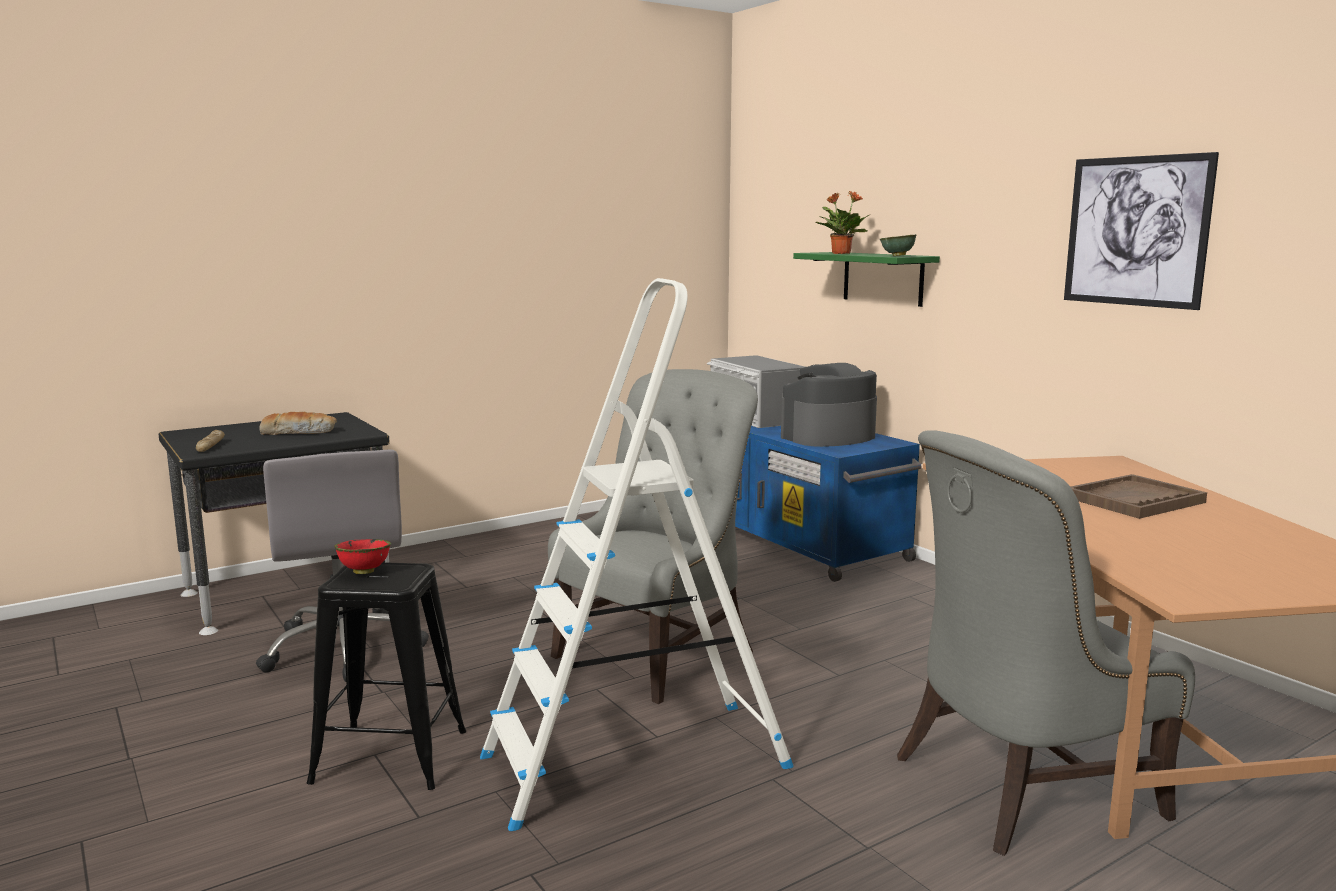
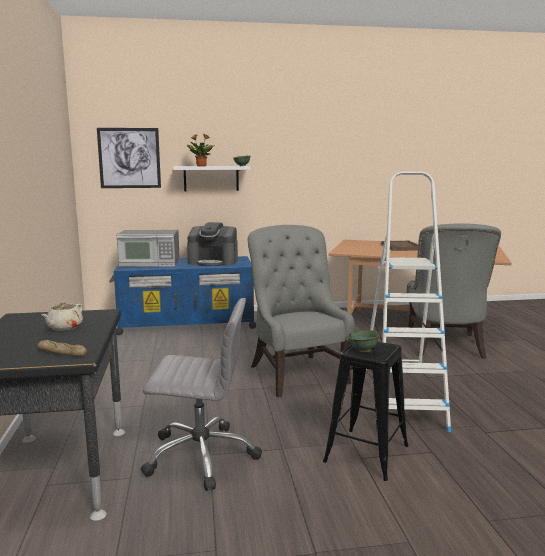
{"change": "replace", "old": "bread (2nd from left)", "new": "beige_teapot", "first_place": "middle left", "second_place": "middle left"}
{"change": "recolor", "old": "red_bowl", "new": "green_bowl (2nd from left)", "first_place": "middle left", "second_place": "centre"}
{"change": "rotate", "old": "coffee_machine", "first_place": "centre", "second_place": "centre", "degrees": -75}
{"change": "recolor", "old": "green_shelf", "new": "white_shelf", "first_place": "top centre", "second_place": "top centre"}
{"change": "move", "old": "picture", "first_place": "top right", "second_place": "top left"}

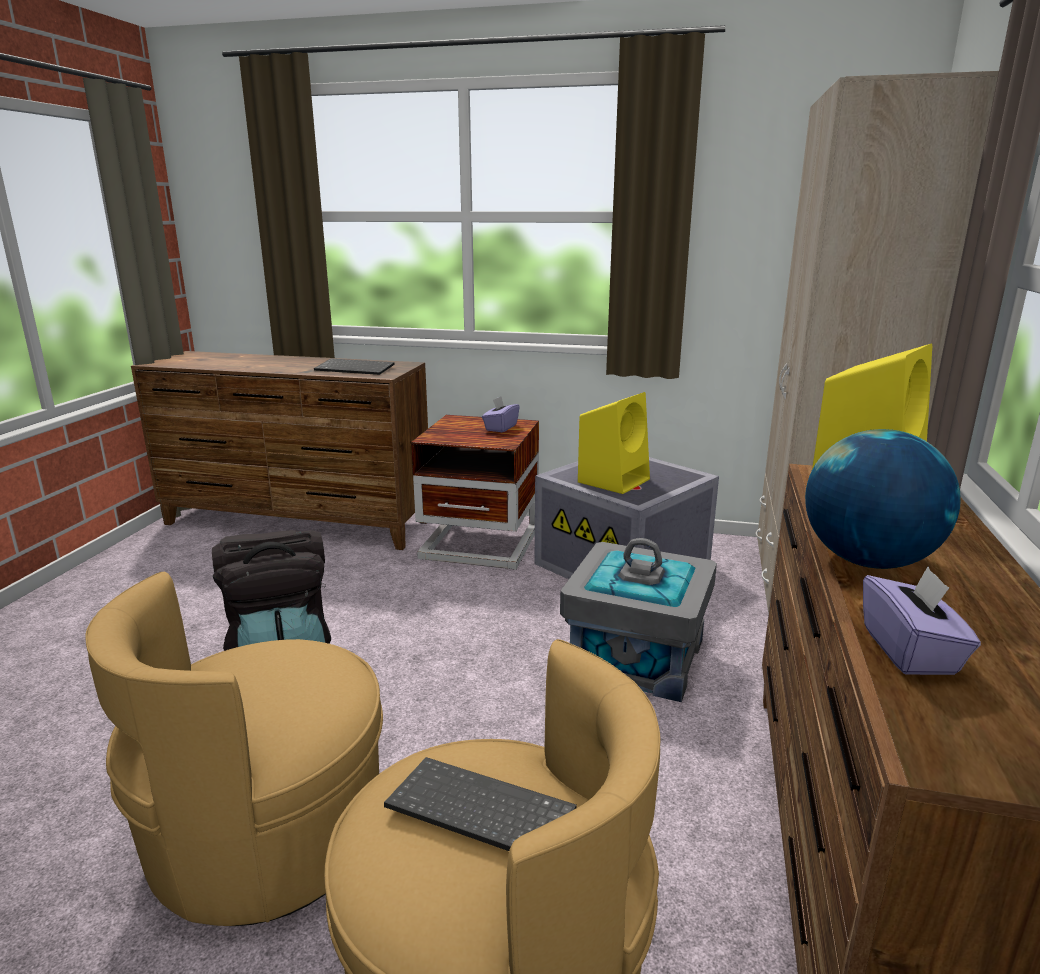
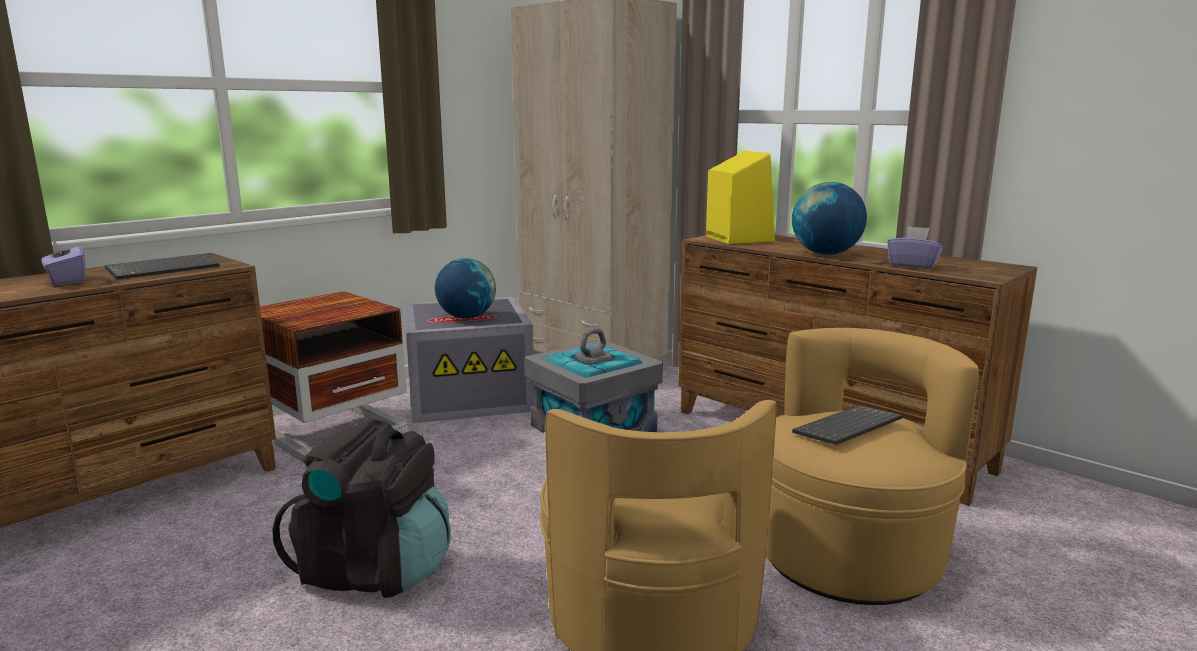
{"change": "move", "old": "purple_tissue_box (1st from left)", "first_place": "centre", "second_place": "middle left"}
{"change": "replace", "old": "yellow_speaker (1st from left)", "new": "globe (1st from left)", "first_place": "centre", "second_place": "centre"}

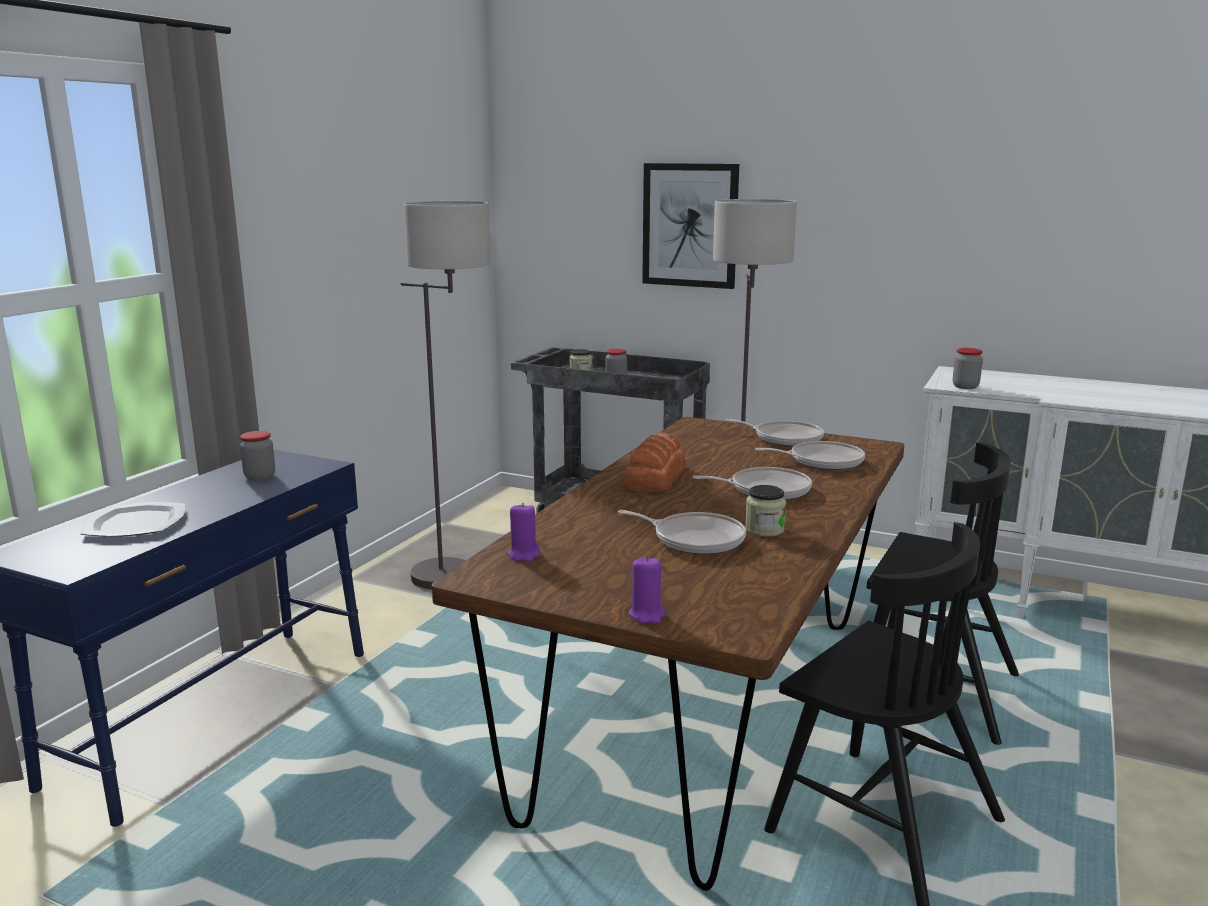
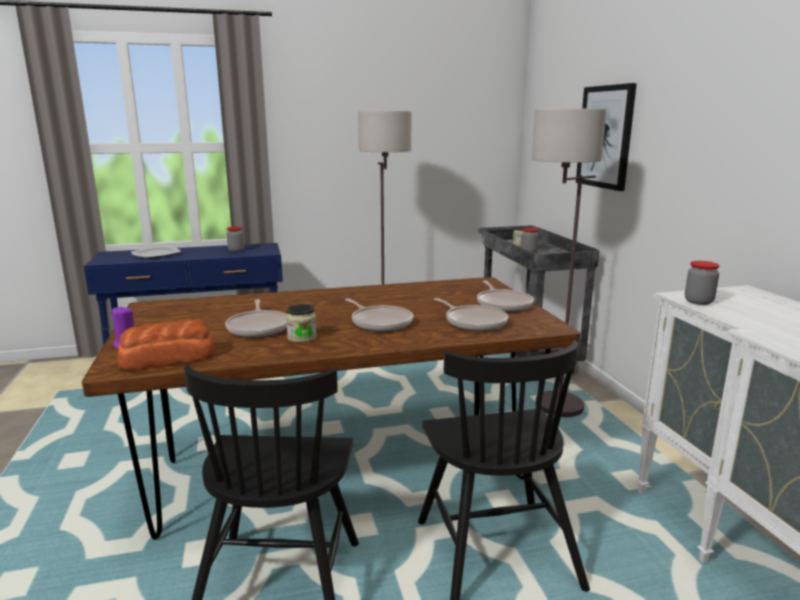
{"change": "delete", "old": "purple_candle (1st from left)", "first_place": "centre"}
{"change": "move", "old": "bread", "first_place": "centre", "second_place": "middle left"}

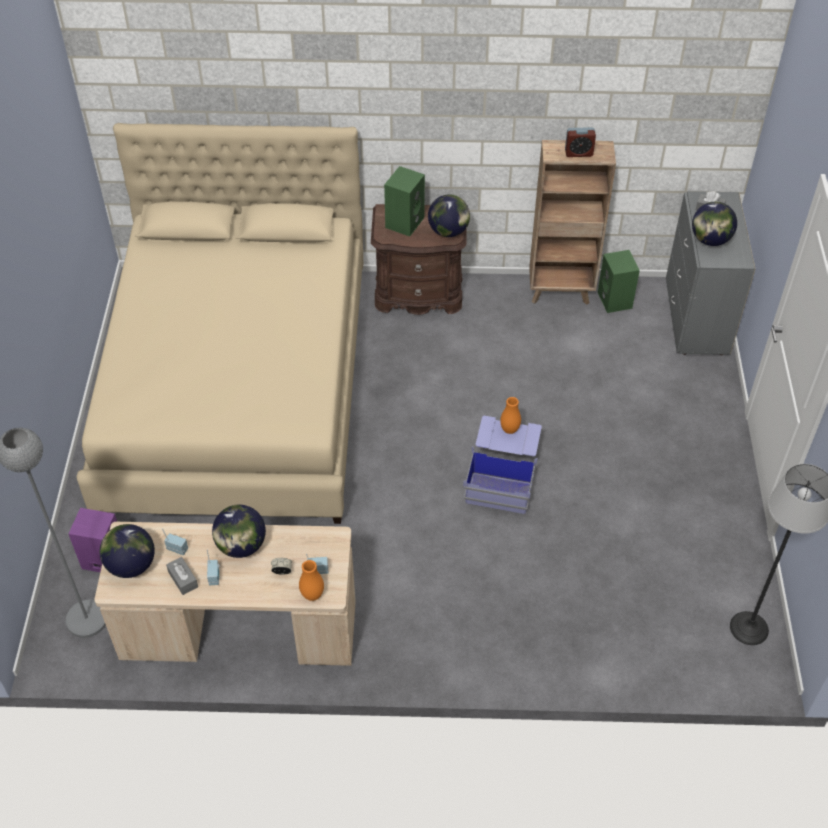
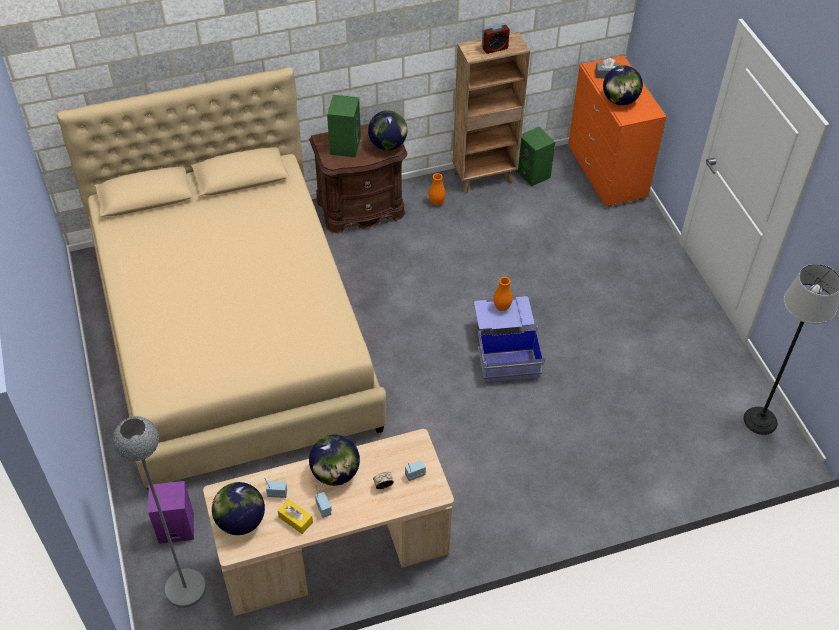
{"change": "recolor", "old": "grey_tissue_box (1st from left)", "new": "yellow_tissue_box", "first_place": "bottom left", "second_place": "bottom centre"}
{"change": "move", "old": "orange_vase (1st from left)", "first_place": "bottom centre", "second_place": "top centre"}
{"change": "recolor", "old": "grey_dresser", "new": "orange_dresser", "first_place": "top right", "second_place": "top right"}

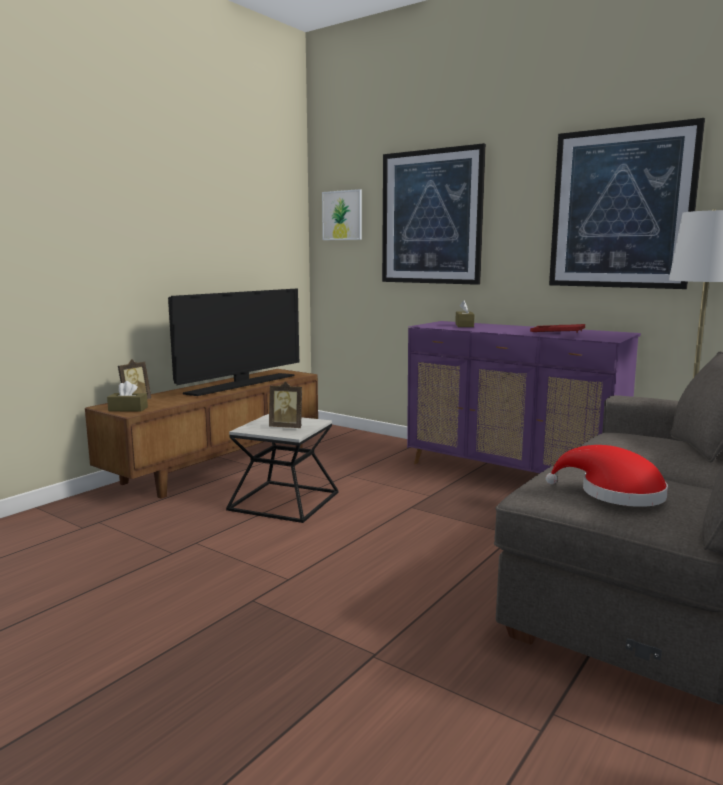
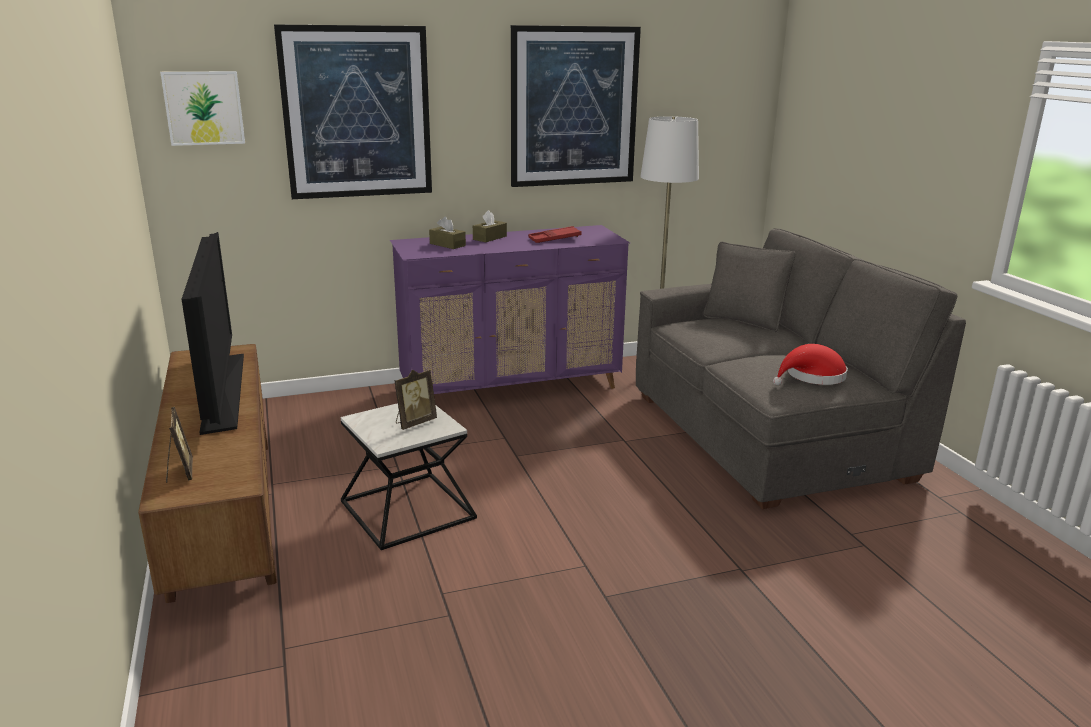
{"change": "move", "old": "brown_tissue_box (1st from left in the first image)", "new": "brown_tissue_box (2nd from left)", "first_place": "middle left", "second_place": "top centre"}

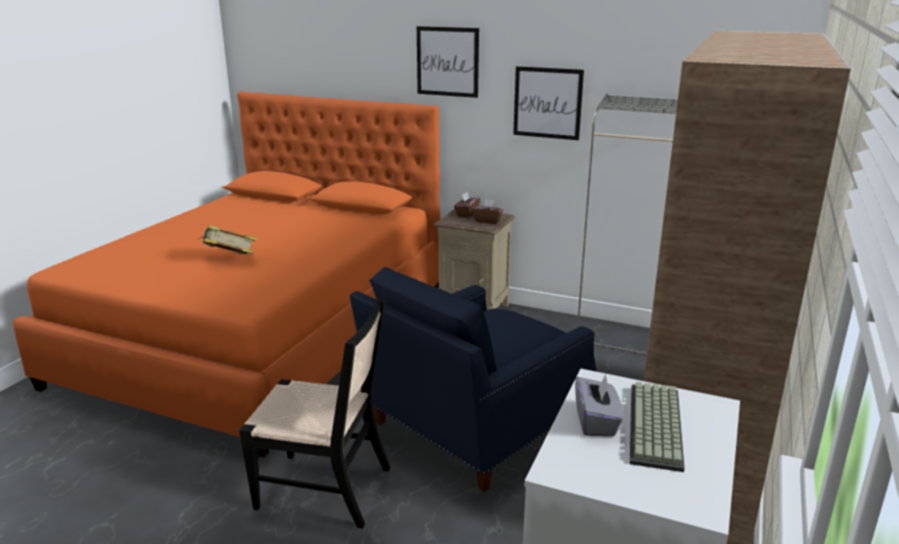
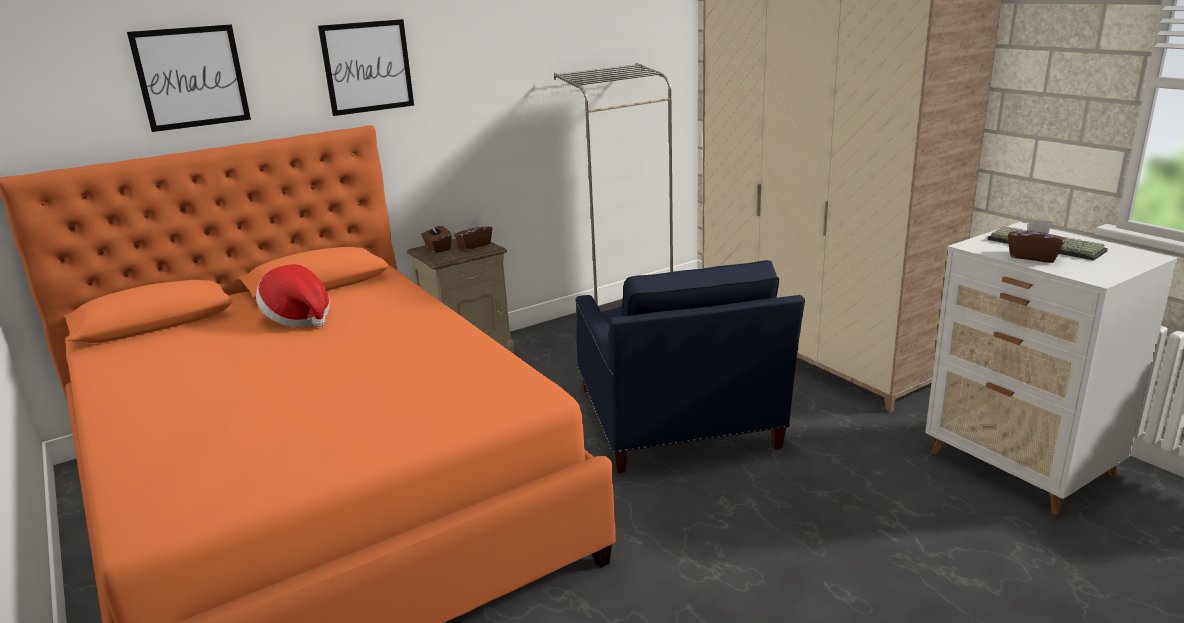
{"change": "delete", "old": "book", "first_place": "middle left"}
{"change": "delete", "old": "chair", "first_place": "bottom centre"}
{"change": "move", "old": "picture (2nd from left in the first image)", "new": "picture (1st from left)", "first_place": "top centre", "second_place": "top left"}
{"change": "recolor", "old": "grey_tissue_box", "new": "brown_tissue_box (3rd from left)", "first_place": "bottom centre", "second_place": "middle right"}
{"change": "insert", "new": "hat", "second_place": "middle left"}

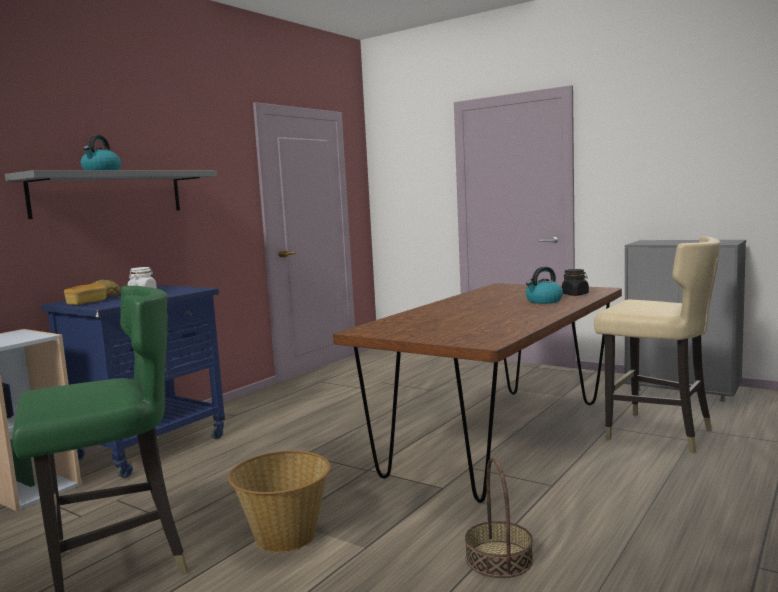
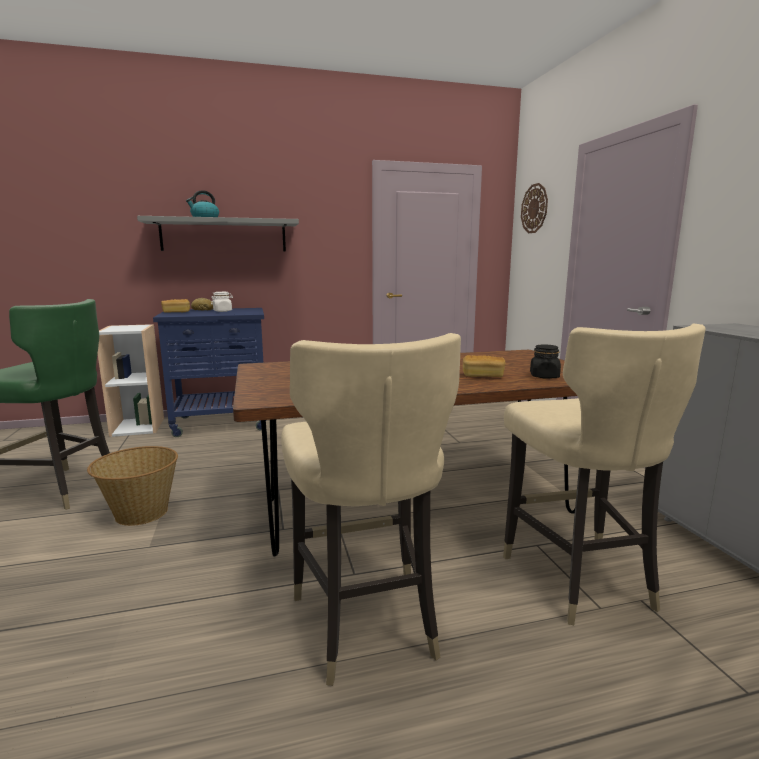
{"change": "delete", "old": "basket (2nd from left)", "first_place": "bottom centre"}
{"change": "replace", "old": "kettle (2nd from left)", "new": "bread (3rd from left)", "first_place": "middle right", "second_place": "centre"}
{"change": "insert", "new": "beige_chair (1st from left)", "second_place": "bottom centre"}
{"change": "insert", "new": "wall_clock", "second_place": "top right"}

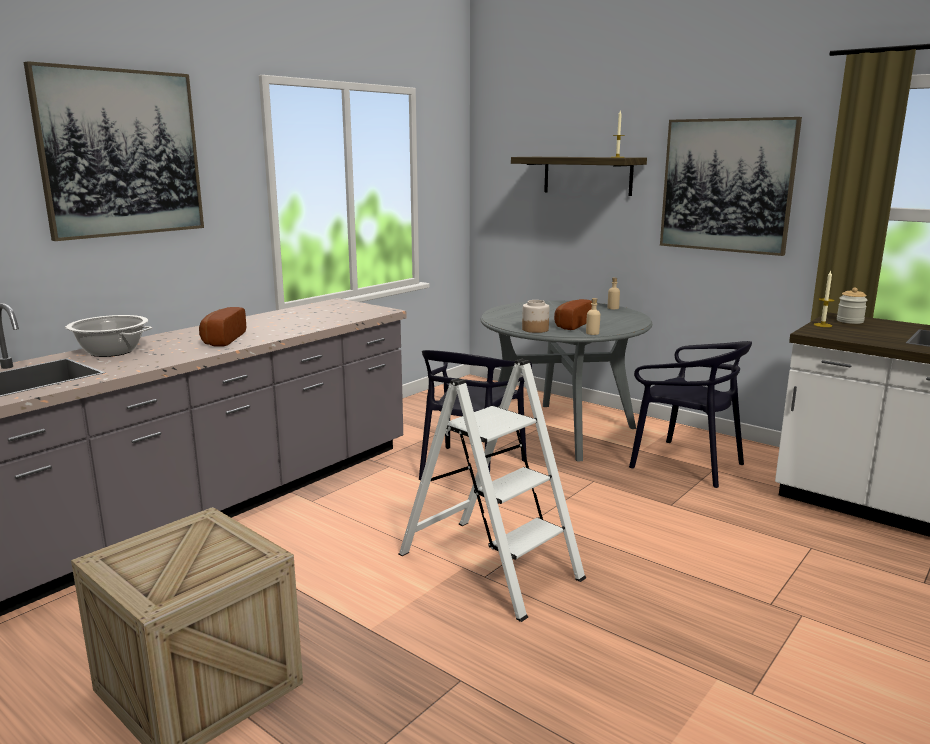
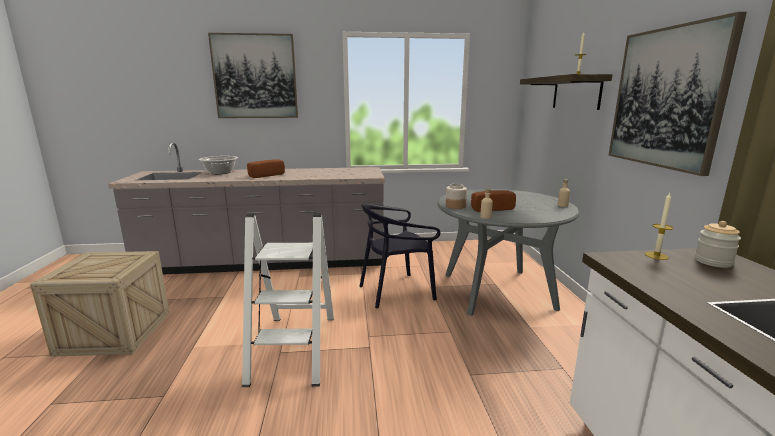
{"change": "delete", "old": "black_chair (2nd from left)", "first_place": "middle right"}

